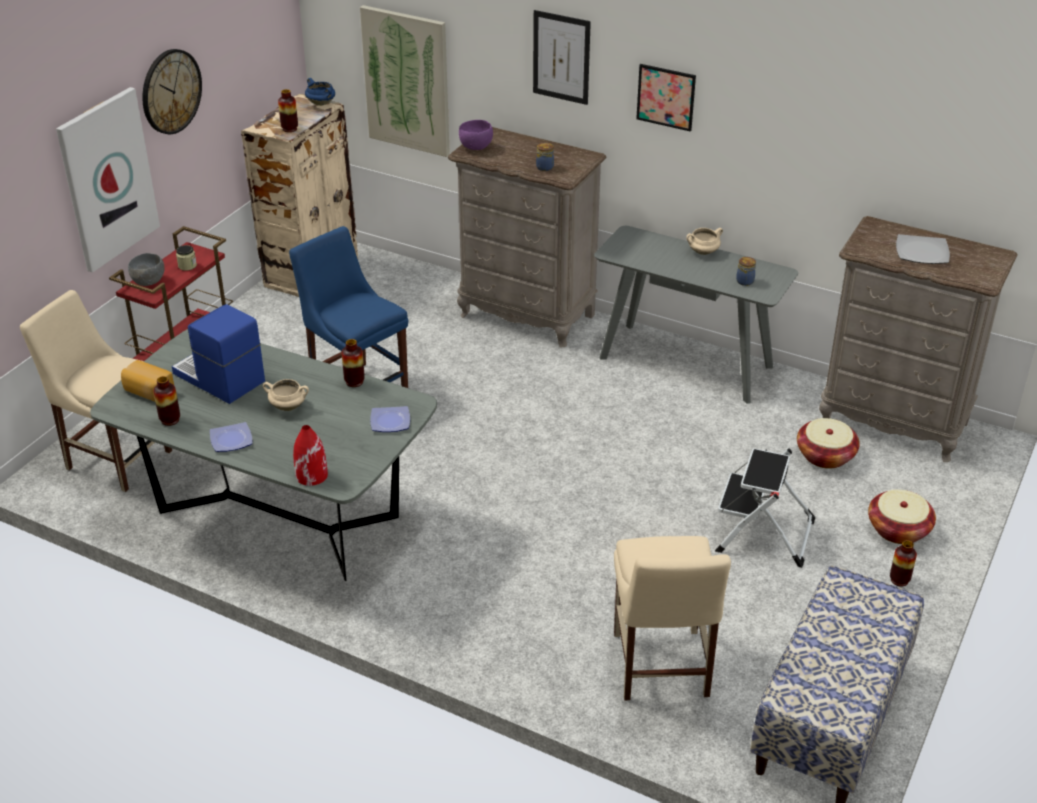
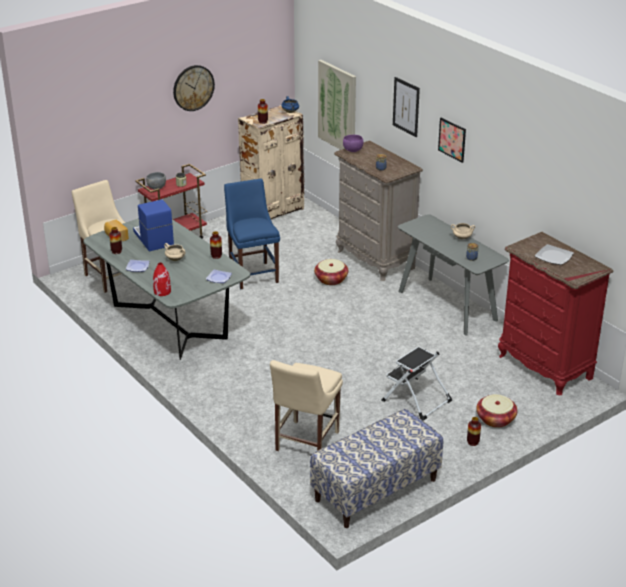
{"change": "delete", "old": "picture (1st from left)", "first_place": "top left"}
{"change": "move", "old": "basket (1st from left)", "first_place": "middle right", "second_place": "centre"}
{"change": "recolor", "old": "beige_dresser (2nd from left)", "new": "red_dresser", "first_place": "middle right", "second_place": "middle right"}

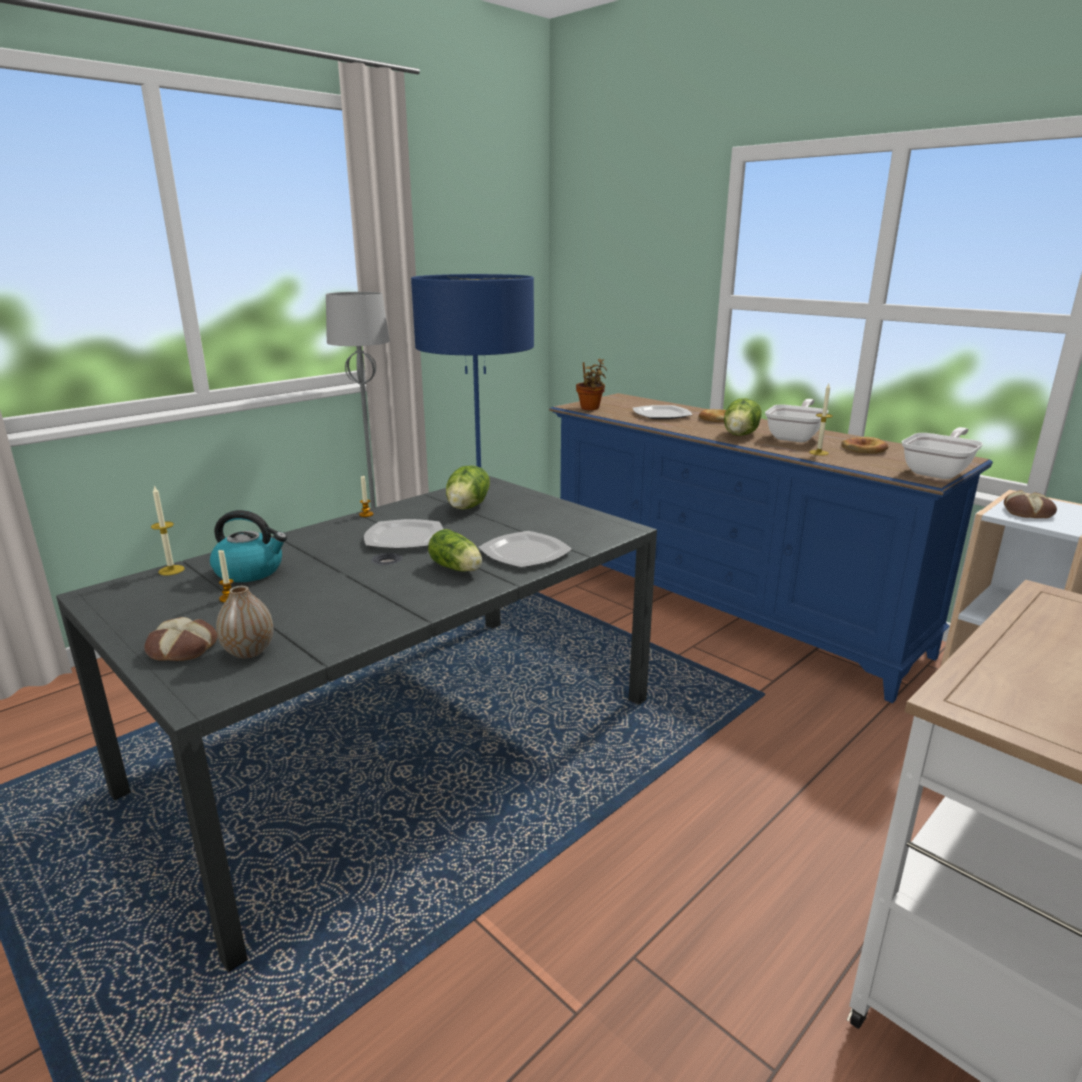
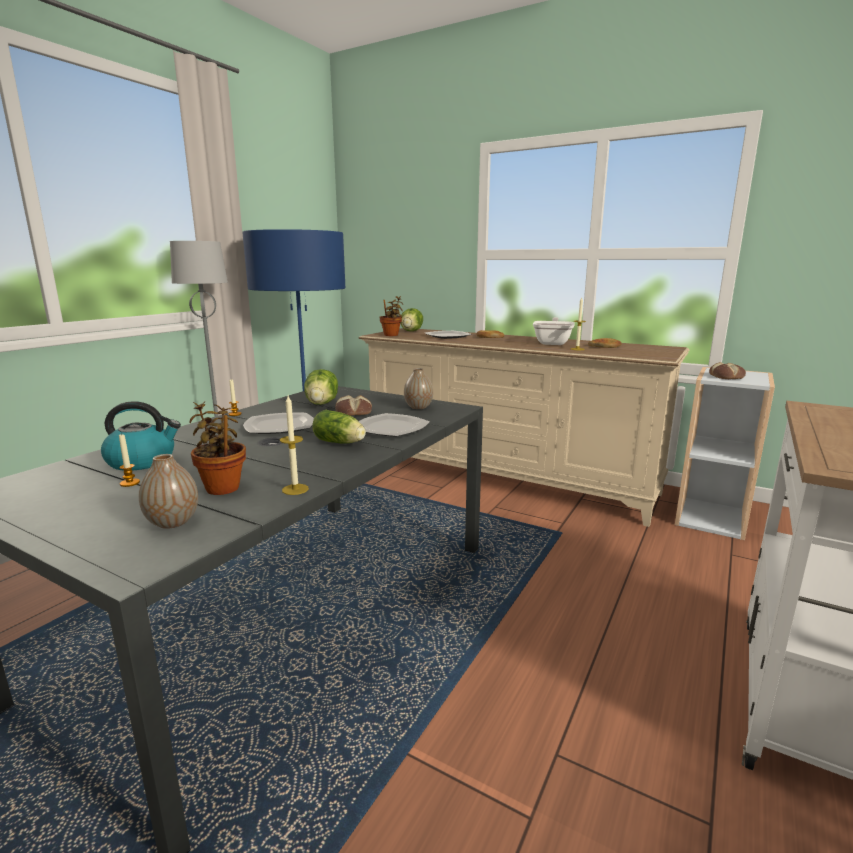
{"change": "move", "old": "bread (1st from left)", "first_place": "middle left", "second_place": "centre"}
{"change": "move", "old": "candle (1st from left in the first image)", "new": "candle (3rd from left)", "first_place": "middle left", "second_place": "centre"}
{"change": "recolor", "old": "blue_cabinet", "new": "beige_cabinet", "first_place": "middle right", "second_place": "centre"}
{"change": "move", "old": "lettuce (3rd from left)", "first_place": "middle right", "second_place": "centre"}
{"change": "delete", "old": "frying_pan (2nd from left)", "first_place": "middle right"}
{"change": "insert", "new": "potted_plant (1st from left)", "second_place": "middle left"}
{"change": "insert", "new": "vase (2nd from left)", "second_place": "centre"}

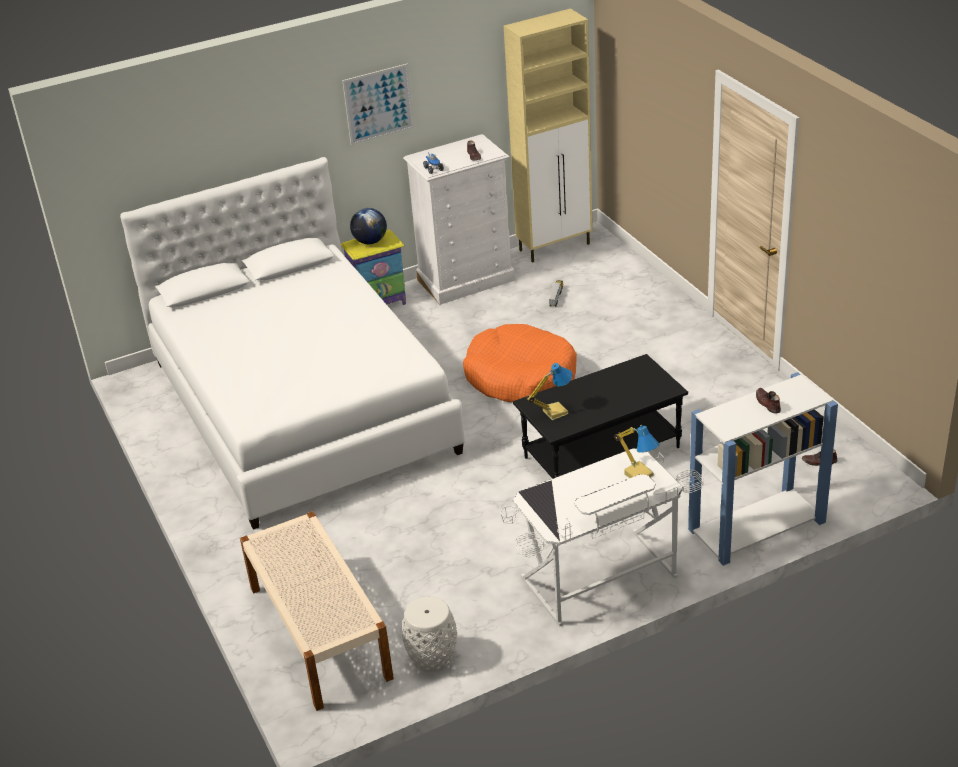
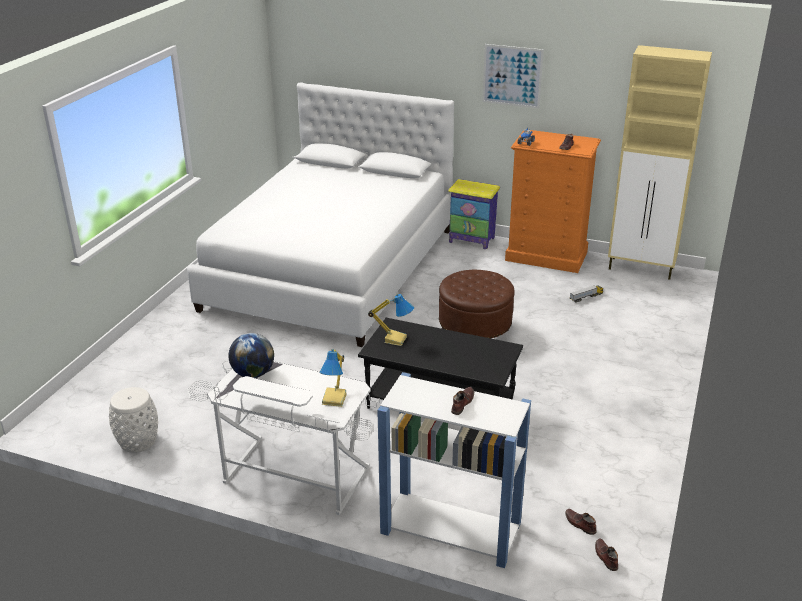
{"change": "delete", "old": "beige_bench", "first_place": "bottom left"}
{"change": "move", "old": "globe", "first_place": "top centre", "second_place": "middle left"}
{"change": "recolor", "old": "white_dresser", "new": "orange_dresser", "first_place": "top centre", "second_place": "middle right"}
{"change": "replace", "old": "orange_dog_bed", "new": "brown_ottoman", "first_place": "centre", "second_place": "centre"}
{"change": "insert", "new": "brown_shoe (4th from left)", "second_place": "bottom right"}

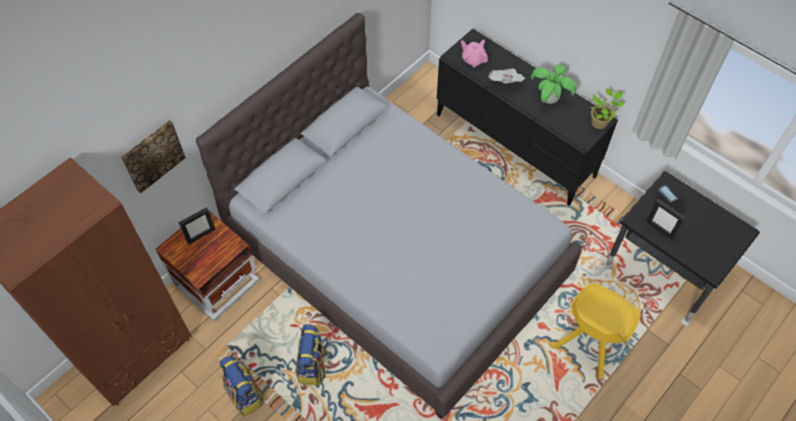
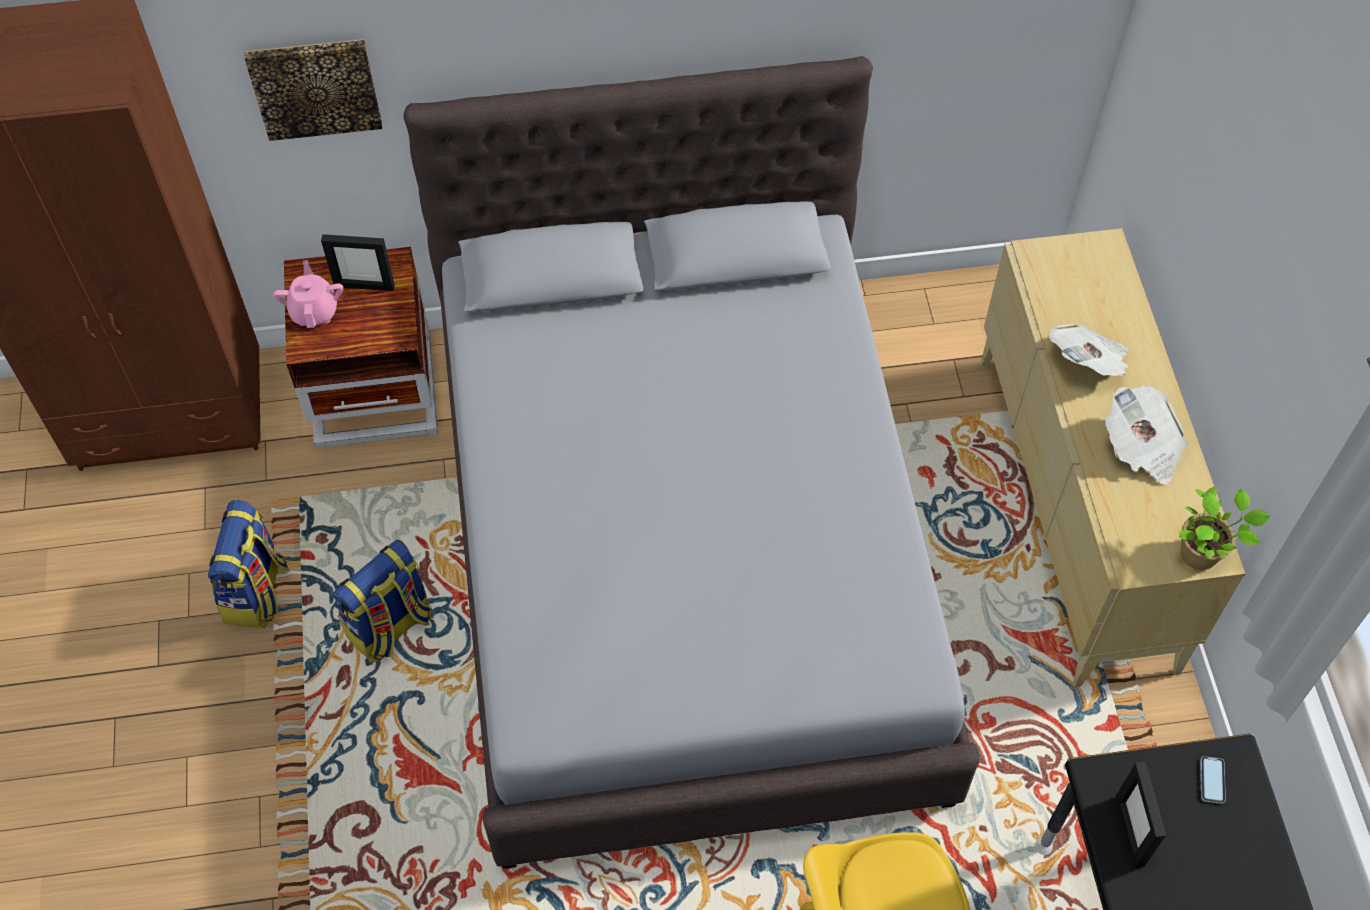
{"change": "recolor", "old": "black_dresser", "new": "beige_dresser", "first_place": "top centre", "second_place": "middle right"}
{"change": "move", "old": "pink_teapot", "first_place": "top centre", "second_place": "top left"}
{"change": "replace", "old": "potted_plant (1st from left)", "new": "newspaper (2nd from left)", "first_place": "top right", "second_place": "middle right"}

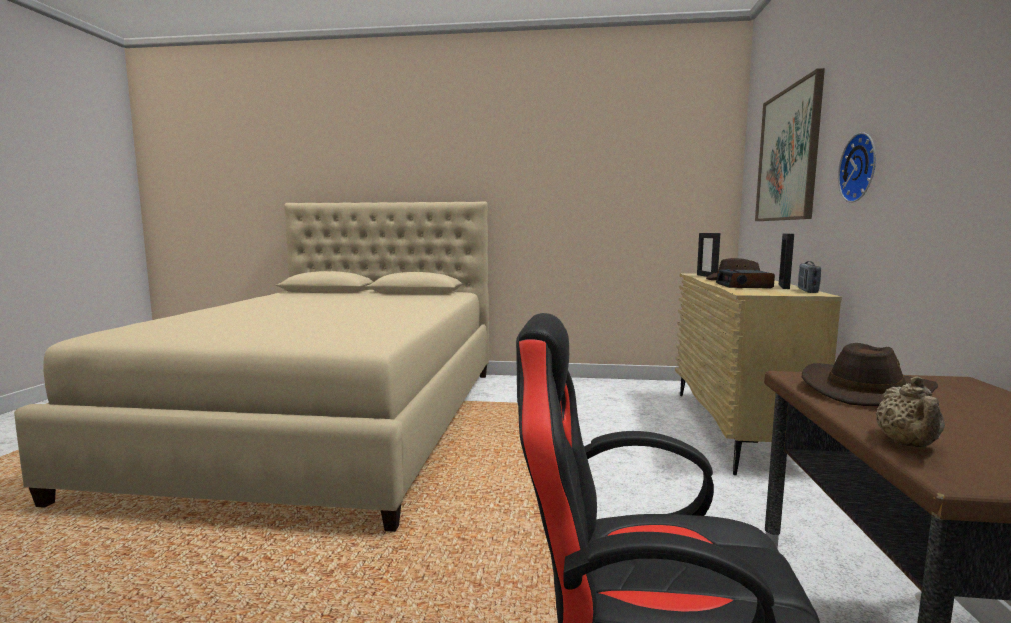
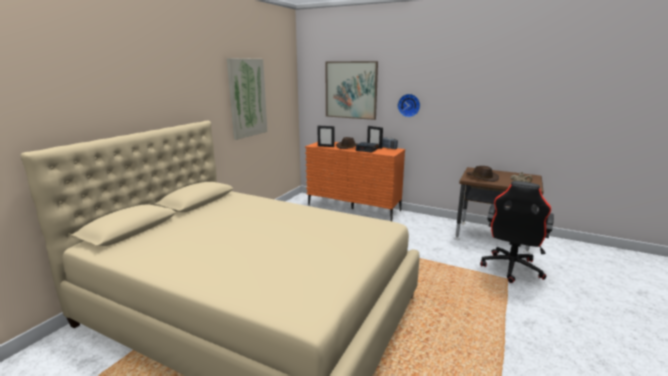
{"change": "recolor", "old": "beige_dresser", "new": "orange_dresser", "first_place": "middle right", "second_place": "centre"}
{"change": "insert", "new": "picture (1st from left)", "second_place": "top centre"}

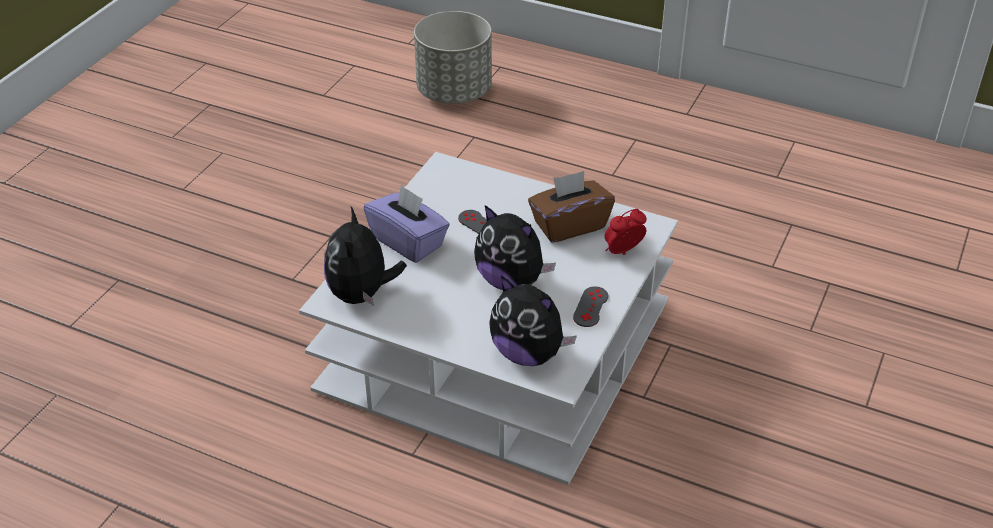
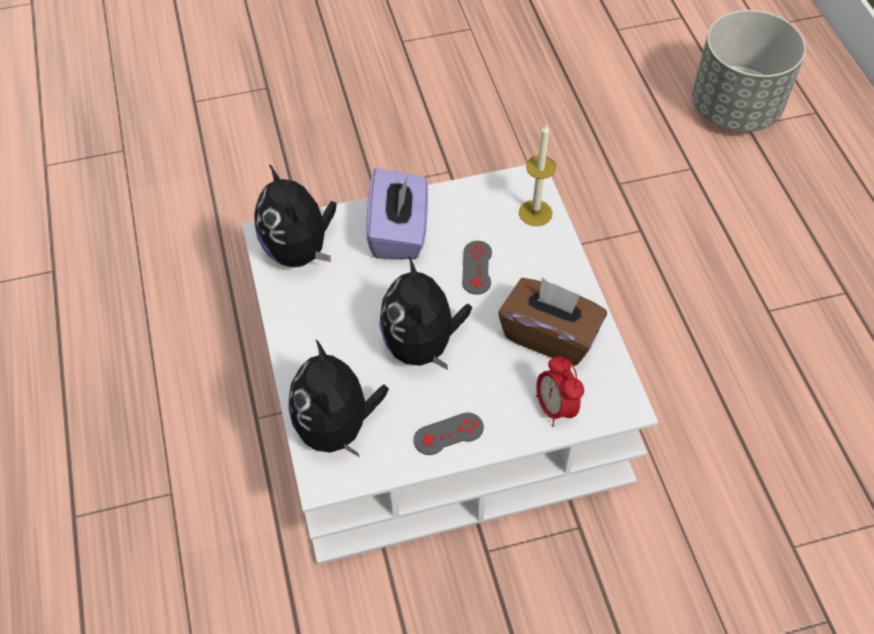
{"change": "rotate", "old": "plush_toy (1st from left)", "first_place": "centre", "second_place": "centre", "degrees": -75}
{"change": "rotate", "old": "alarm_clock", "first_place": "centre", "second_place": "centre", "degrees": -135}
{"change": "insert", "new": "candle", "second_place": "top centre"}

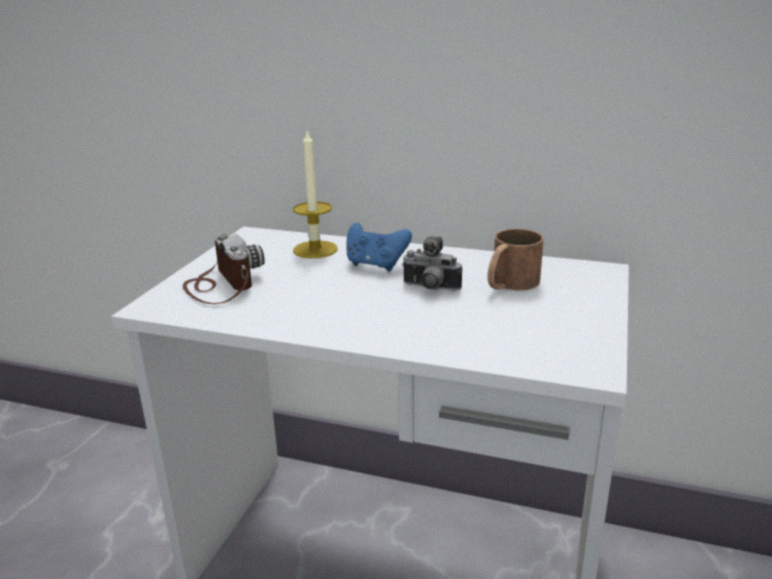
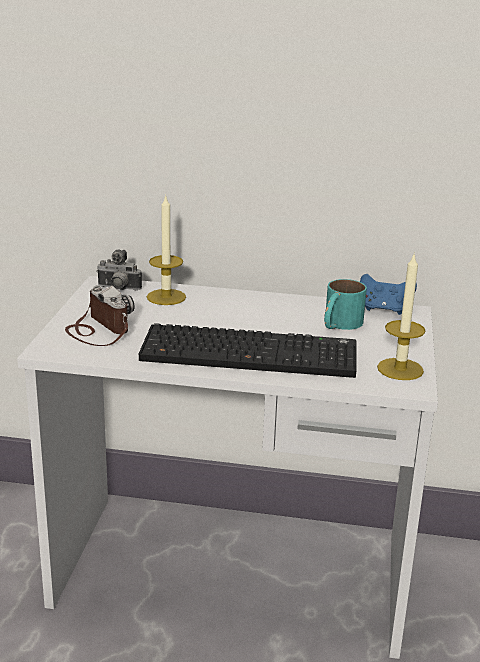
{"change": "move", "old": "blue_game_controller", "first_place": "centre", "second_place": "middle right"}
{"change": "move", "old": "photo_camera (2nd from left)", "first_place": "centre", "second_place": "middle left"}
{"change": "recolor", "old": "brown_mug", "new": "turquoise_mug", "first_place": "middle right", "second_place": "middle right"}
{"change": "insert", "new": "keyboard", "second_place": "centre"}
{"change": "insert", "new": "candle (2nd from left)", "second_place": "middle right"}

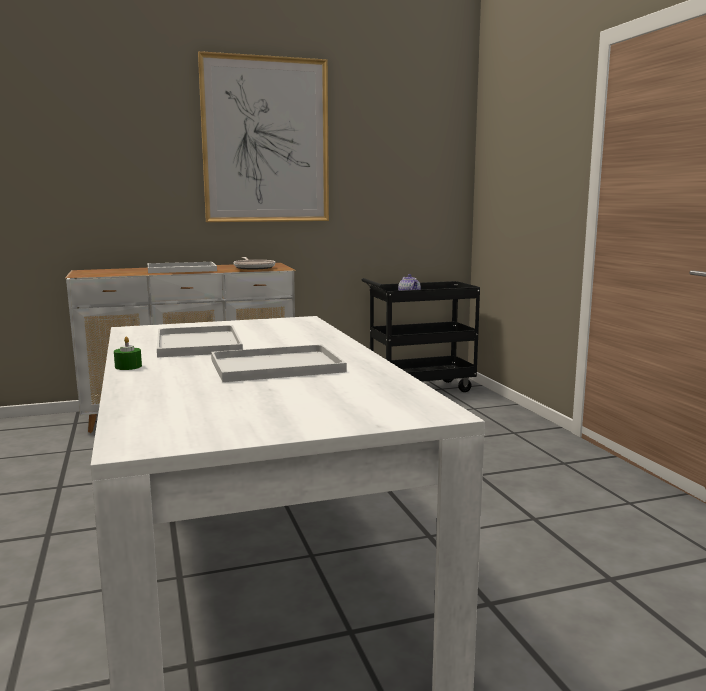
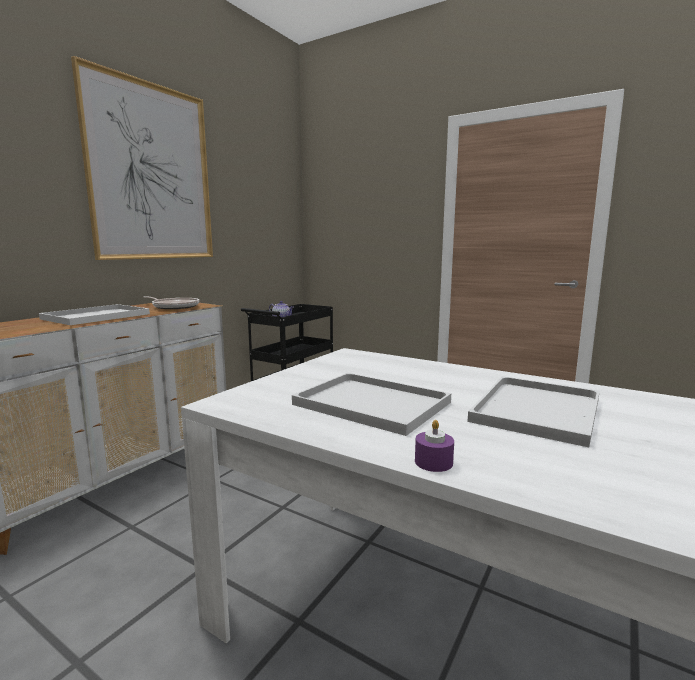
{"change": "recolor", "old": "green_candle", "new": "purple_candle", "first_place": "middle left", "second_place": "centre"}

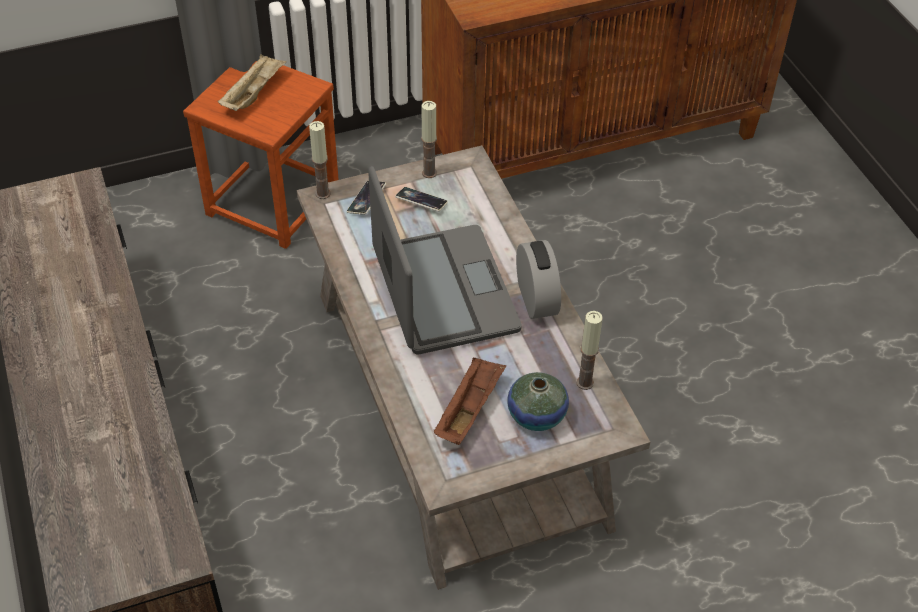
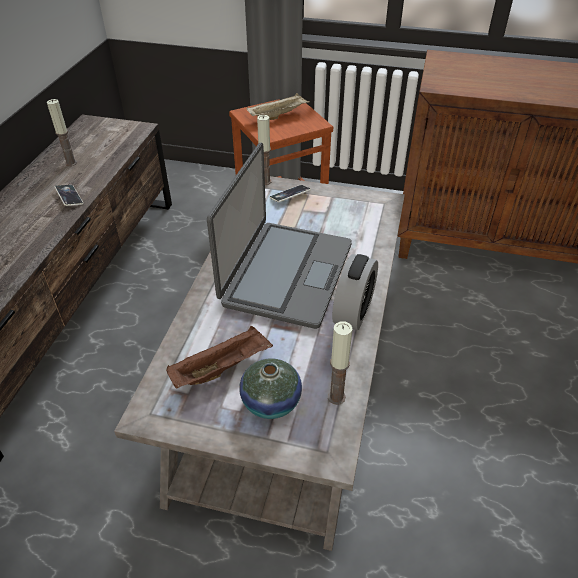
{"change": "move", "old": "phone (2nd from left in the first image)", "new": "phone (1st from left)", "first_place": "top centre", "second_place": "middle left"}
{"change": "move", "old": "candle (2nd from left in the first image)", "new": "candle (1st from left)", "first_place": "top centre", "second_place": "top left"}

